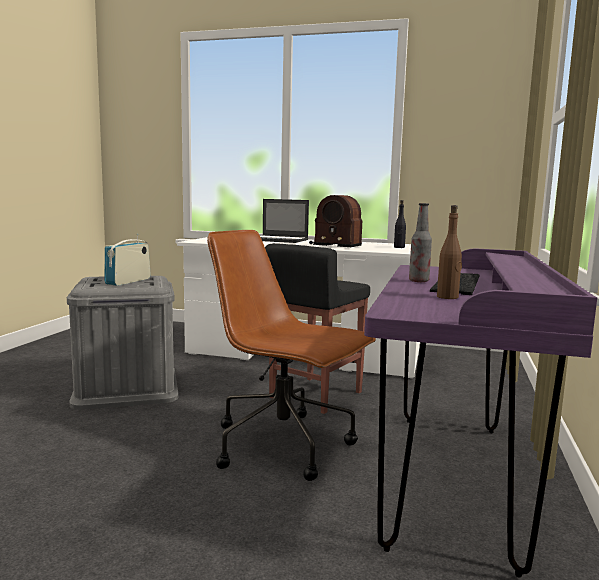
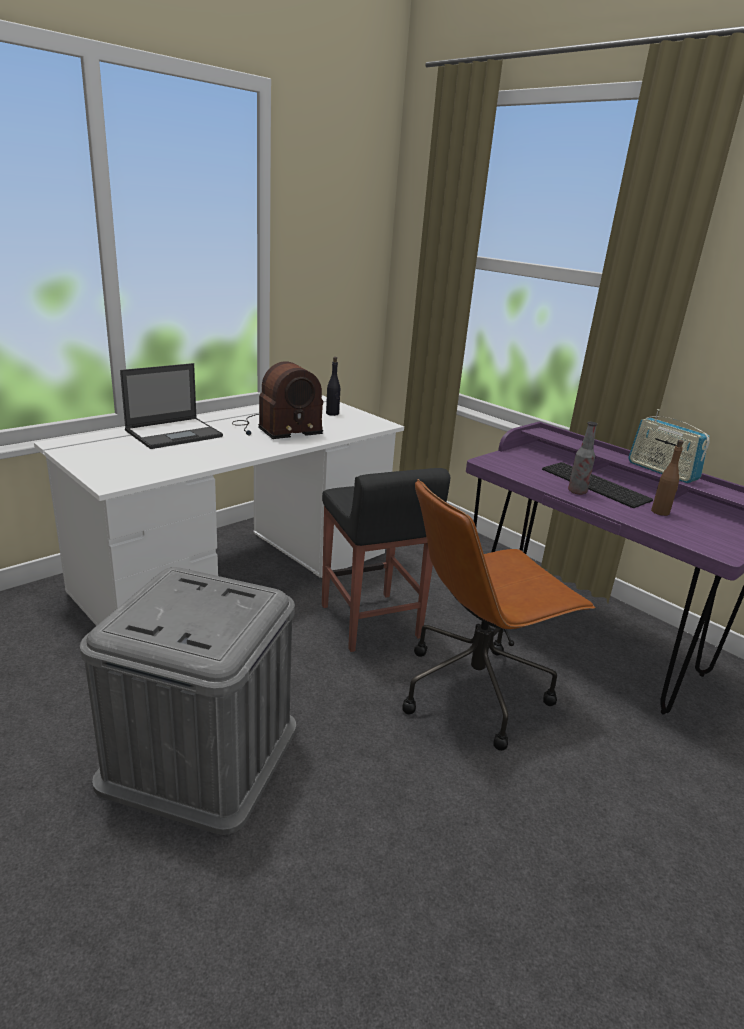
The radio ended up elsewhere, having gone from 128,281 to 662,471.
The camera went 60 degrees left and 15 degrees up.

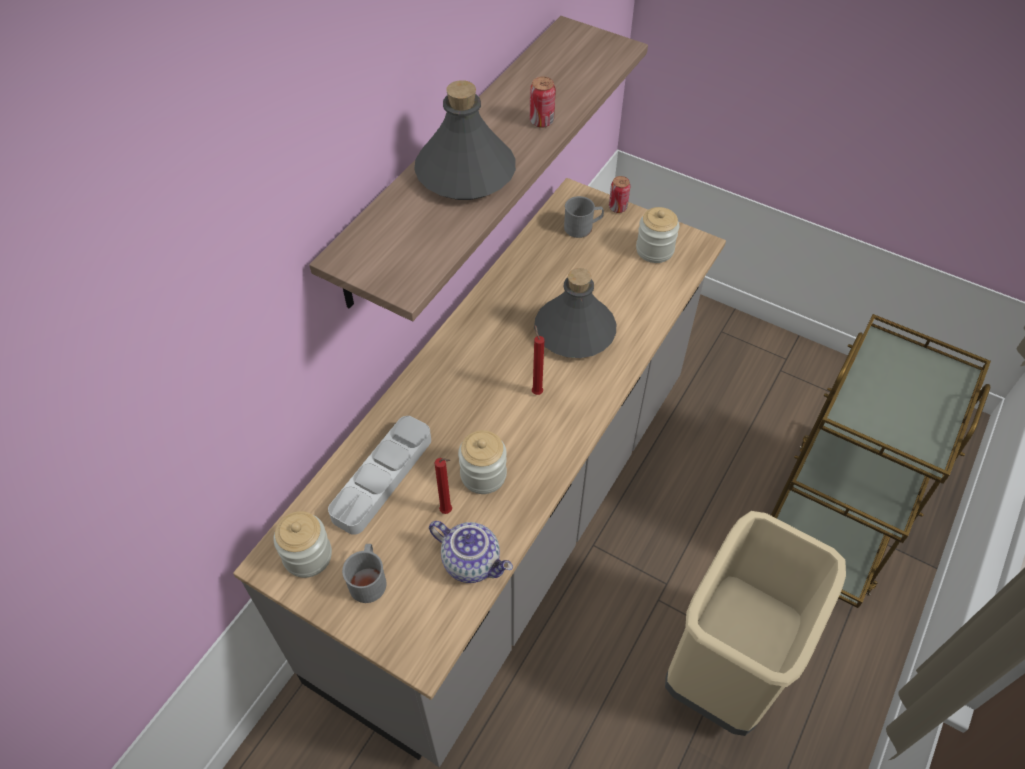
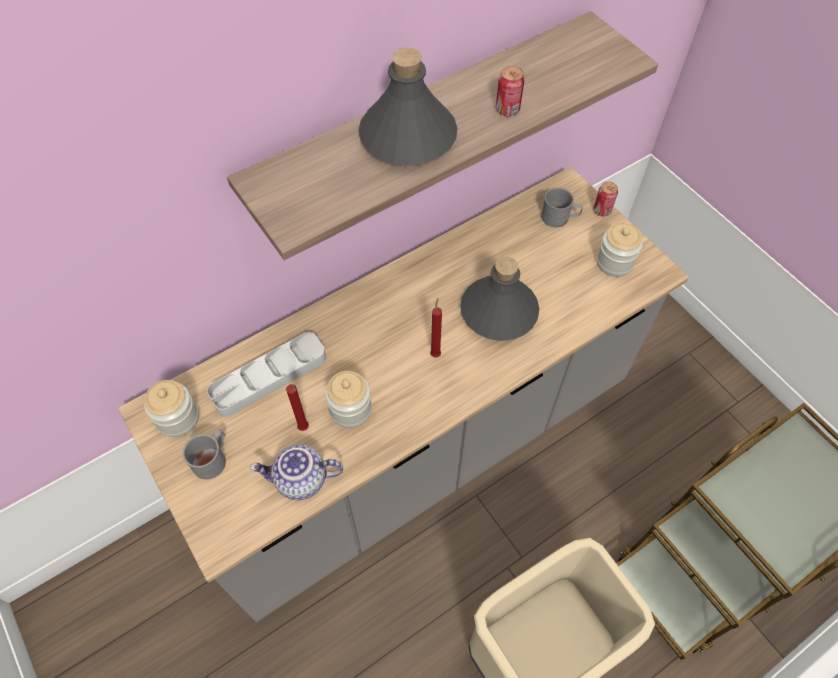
The teapot at 472,561 ended up facing another way, 120 degrees clockwise from before.
The camera went 25 degrees right and 5 degrees up.

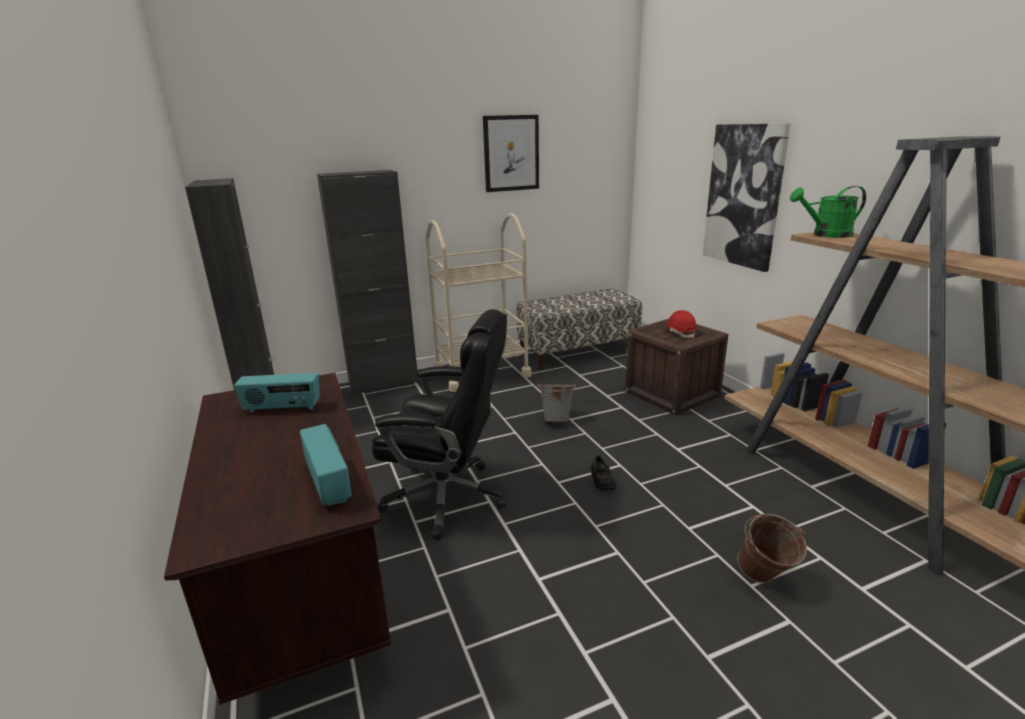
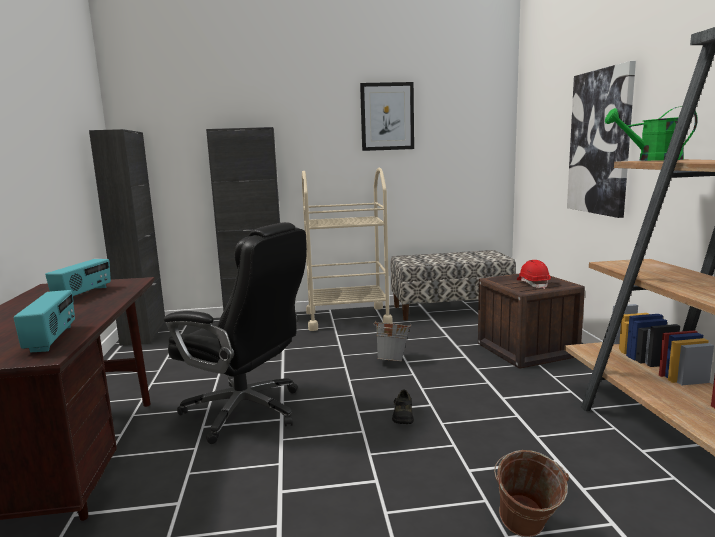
The radio at 282,409 ended up facing another way, 90 degrees counterclockwise from before.
The camera went 15 degrees right and 10 degrees down.

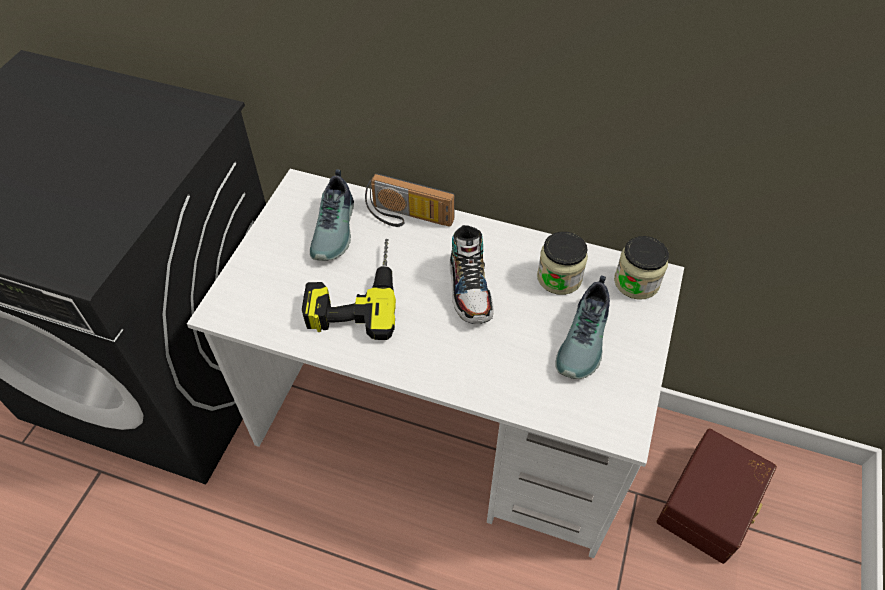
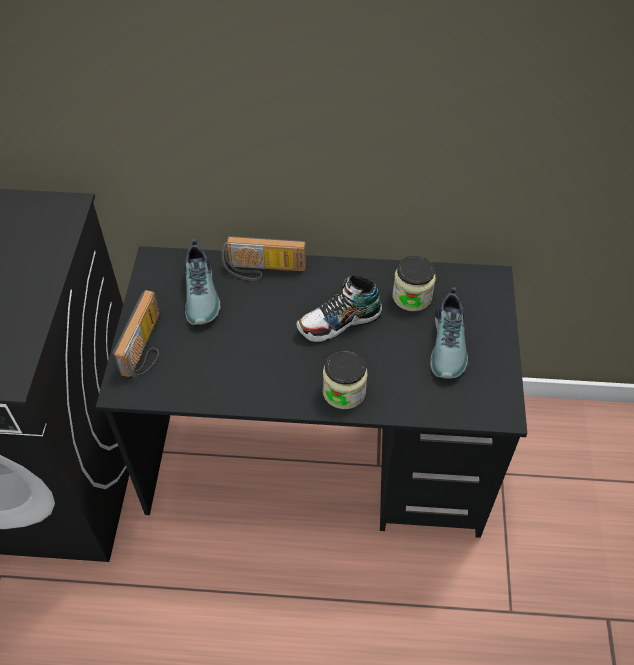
The second view lost the power drill at 353,292.
The second view lost the brown storage box at 712,504.
The second view gained the radio at 147,348.
The jar ended up elsewhere, having gone from 636,282 to 344,391.
What was the white desk at 443,429 turned into the black desk at 317,458.
The shoe at 470,289 ended up facing another way, 90 degrees clockwise from before.
The camera went 15 degrees left and 0 degrees up.

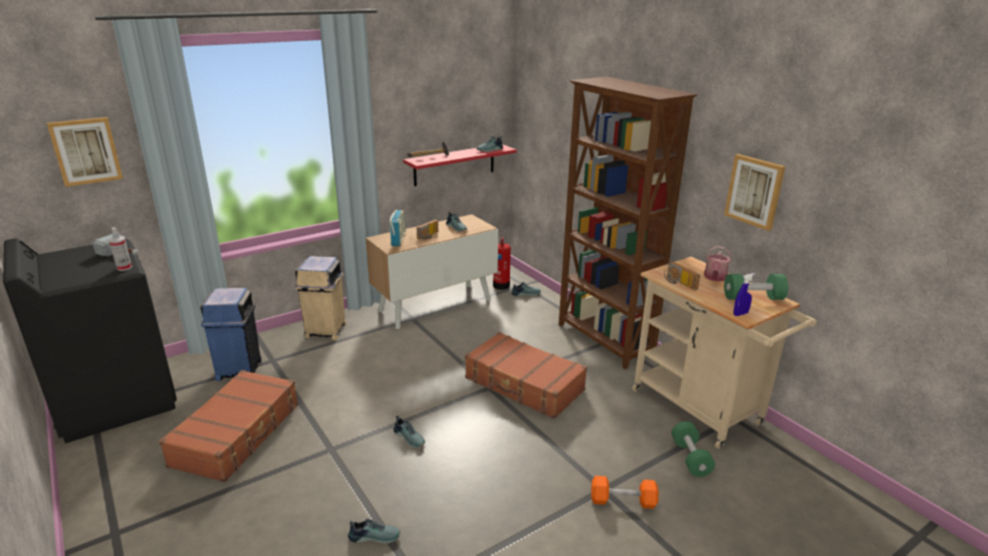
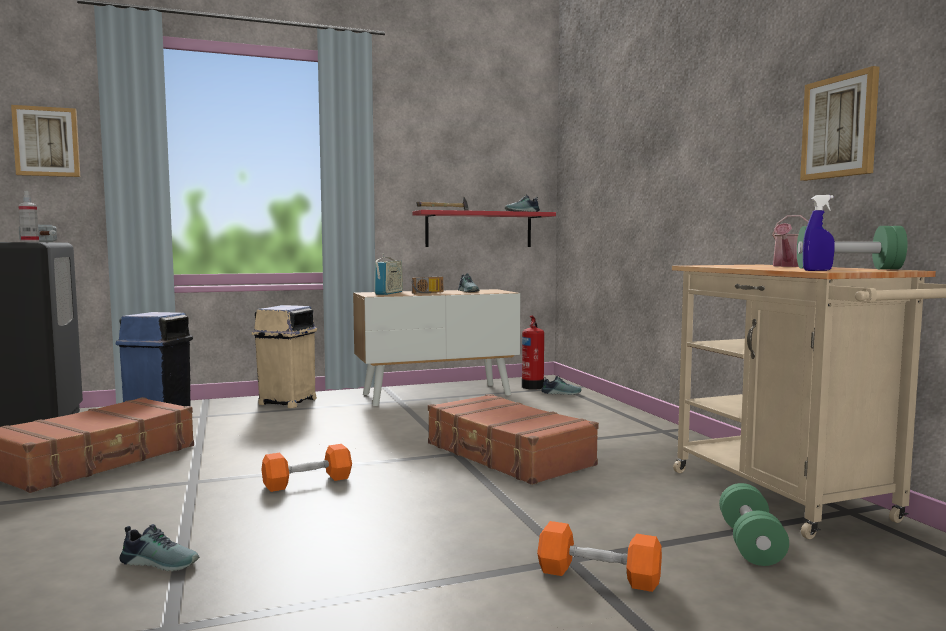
The second view lost the brown bookcase at 604,341.
The second view lost the radio at 678,283.
Where the shoe stood at 410,437, the orange dumbbell came to stand at 307,482.
The camera went 15 degrees right and 20 degrees down.

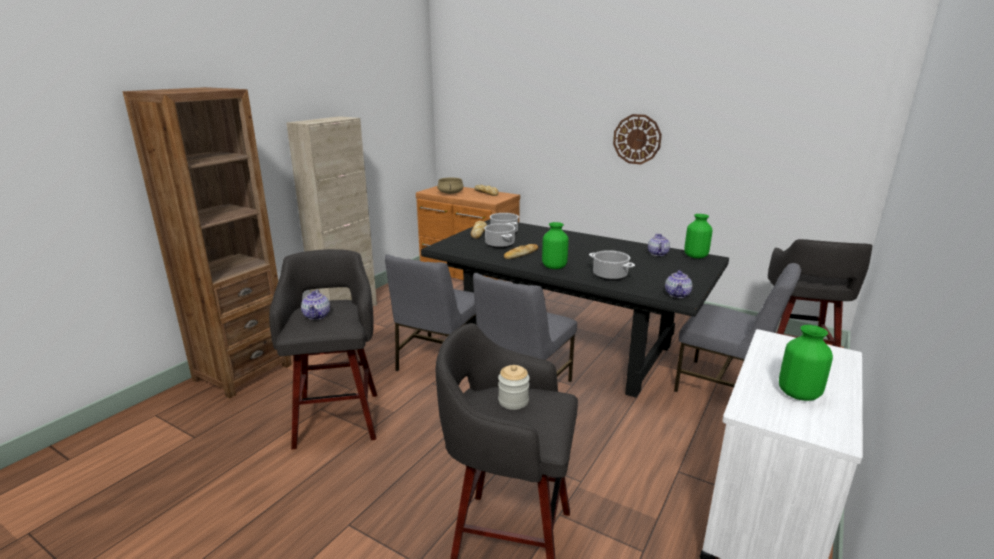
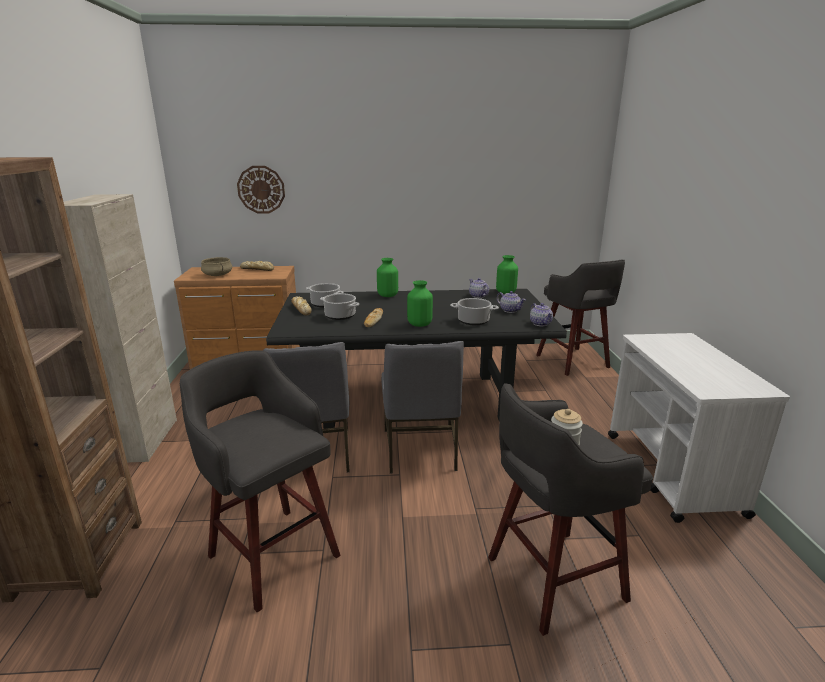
The second view lost the grey chair at 724,387.
The teapot ended up elsewhere, having gone from 317,315 to 510,310.
The wall clock ended up elsewhere, having gone from 637,139 to 261,189.
The green vase ended up elsewhere, having gone from 797,393 to 387,295.
The camera went 35 degrees left and 0 degrees up.

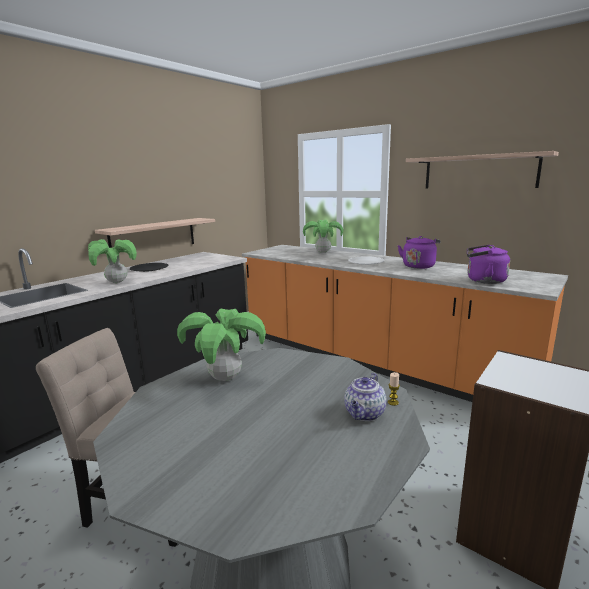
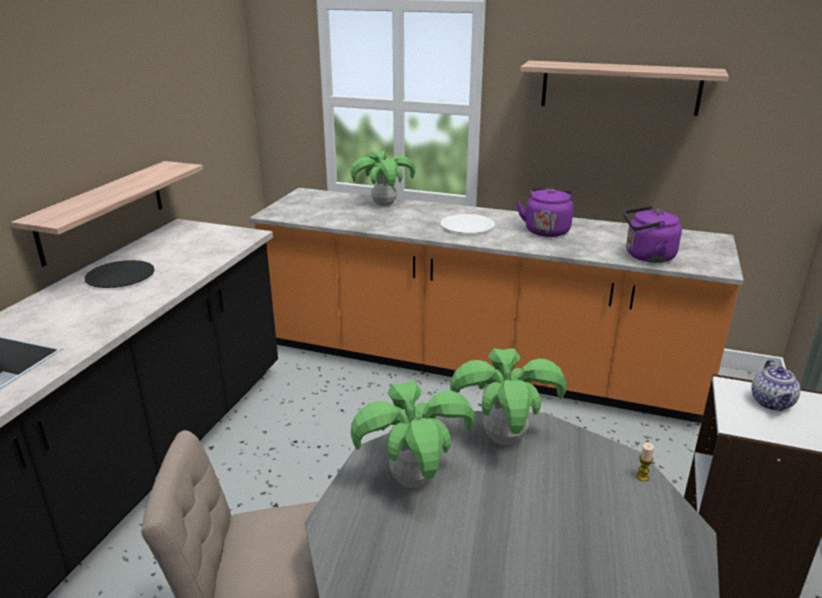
The potted plant ended up elsewhere, having gone from 117,282 to 504,438.
The teapot ended up elsewhere, having gone from 364,414 to 772,403.
The camera went 20 degrees left and 10 degrees up.

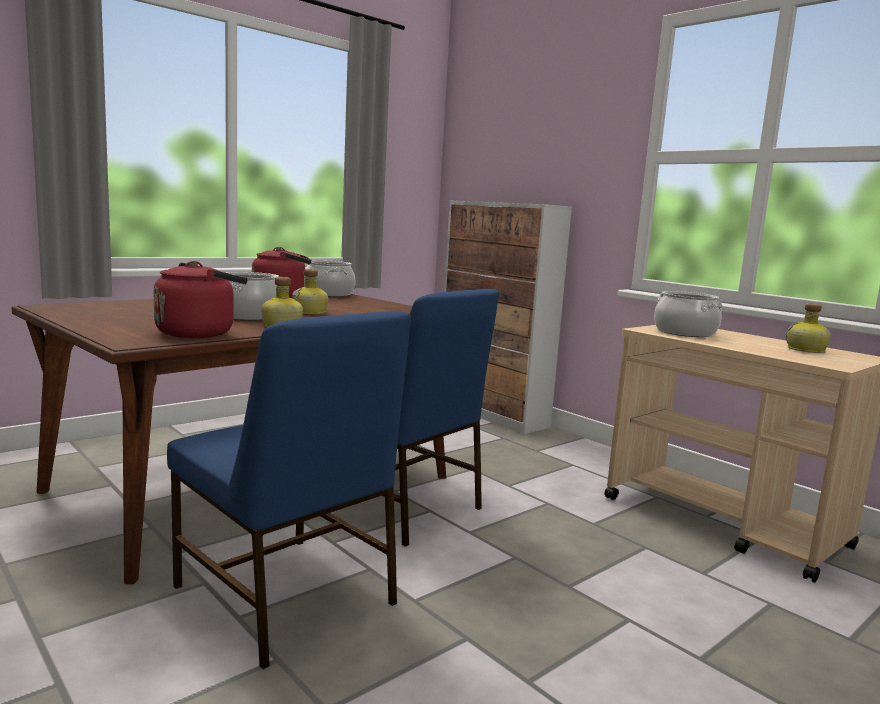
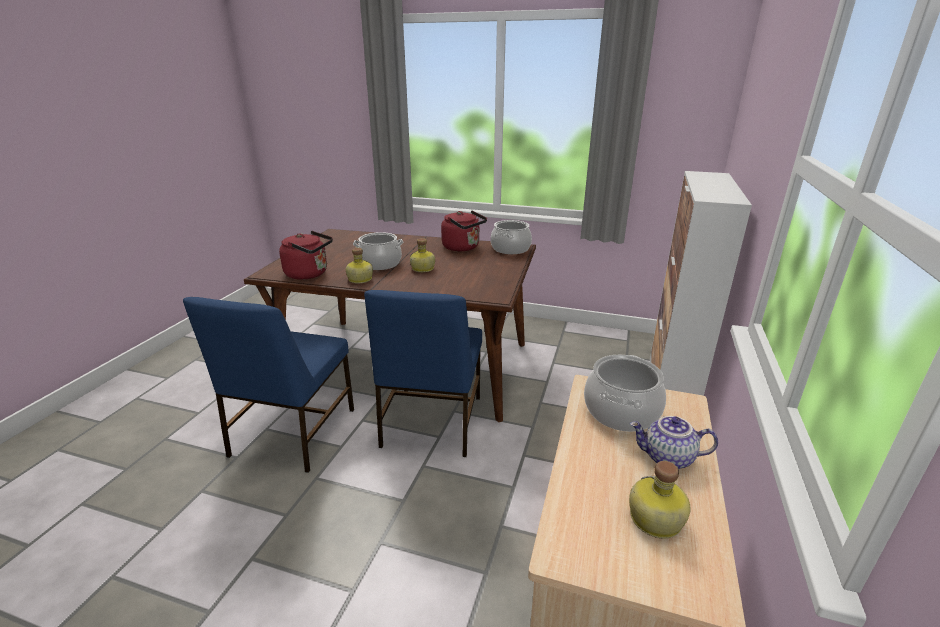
The second view gained the teapot at 667,458.
The camera went 60 degrees right and 15 degrees up.

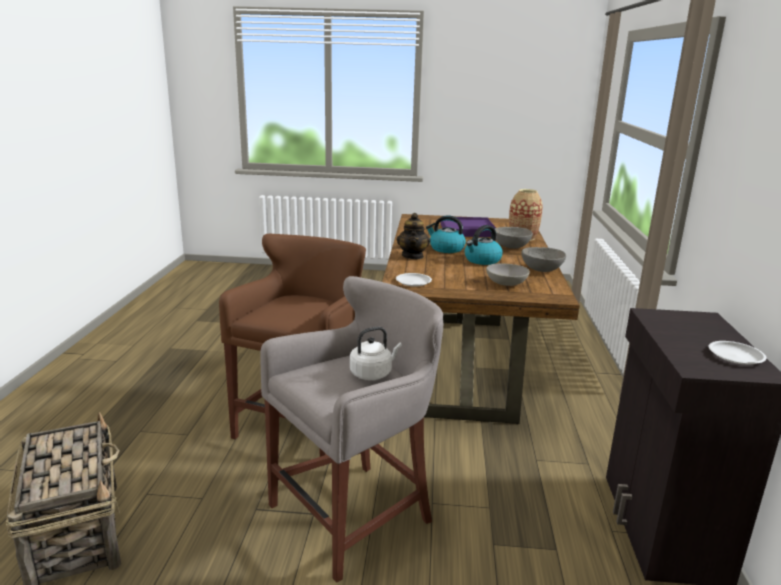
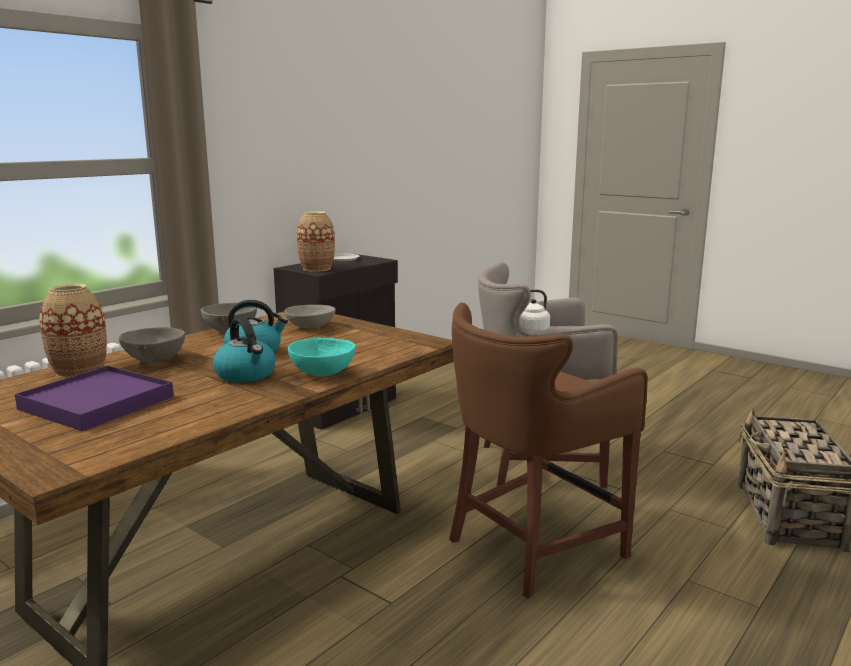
The second view lost the white plate at 413,282.
The second view gained the vase at 317,268.
Where the teapot stood at 413,256, the turquoise bowl came to stand at 321,373.
The camera went 145 degrees left and 5 degrees down.

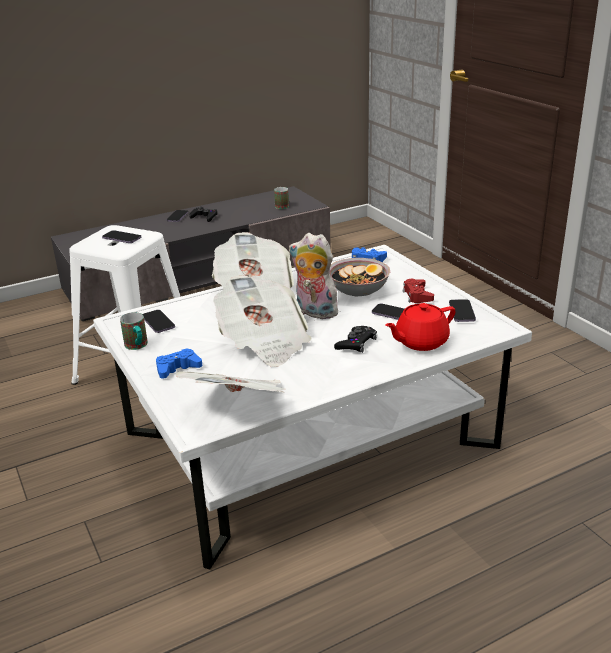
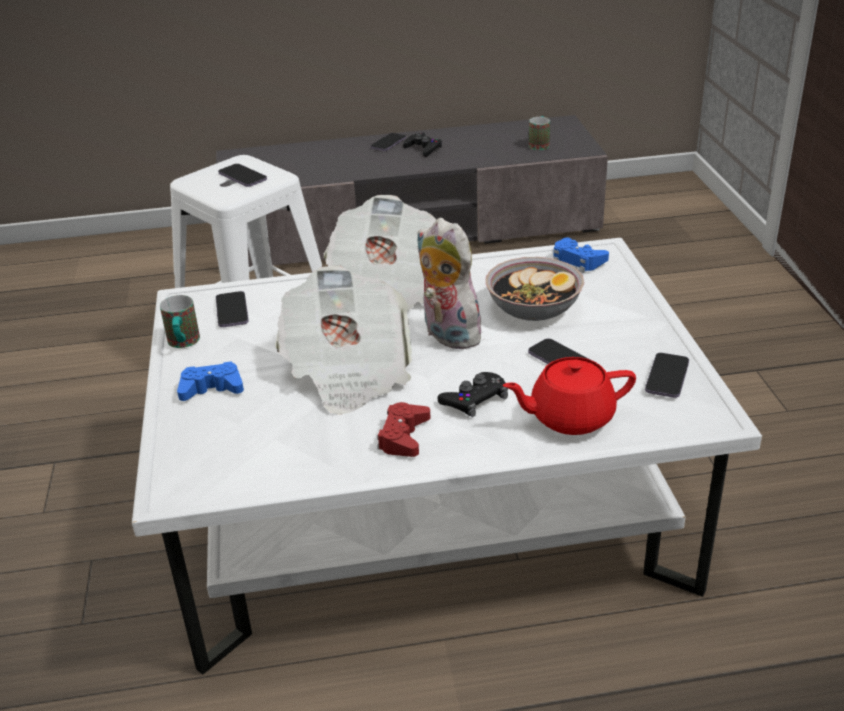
The second view lost the newspaper at 238,405.
The red game controller ended up elsewhere, having gone from 417,295 to 403,436.
The camera went 20 degrees right and 5 degrees up.

